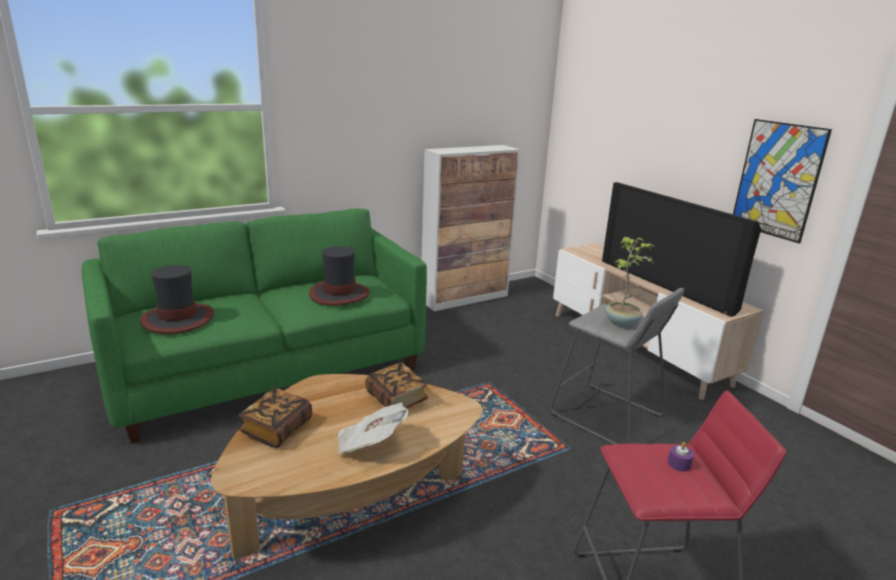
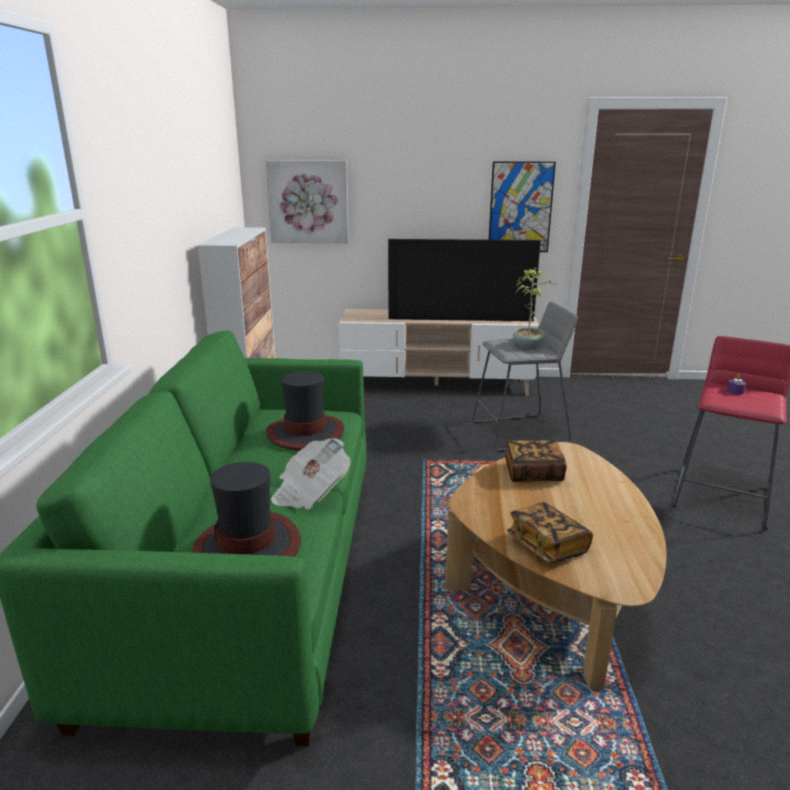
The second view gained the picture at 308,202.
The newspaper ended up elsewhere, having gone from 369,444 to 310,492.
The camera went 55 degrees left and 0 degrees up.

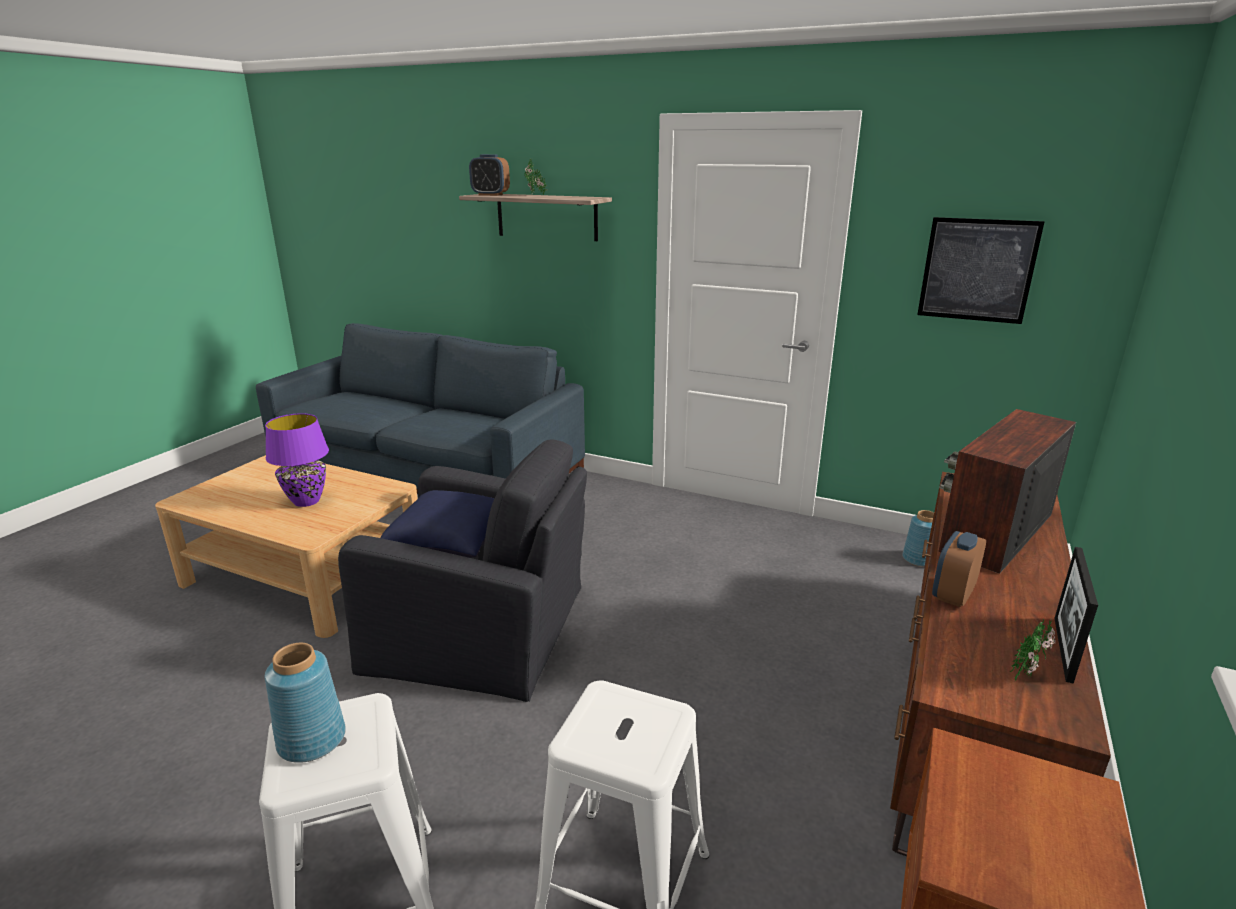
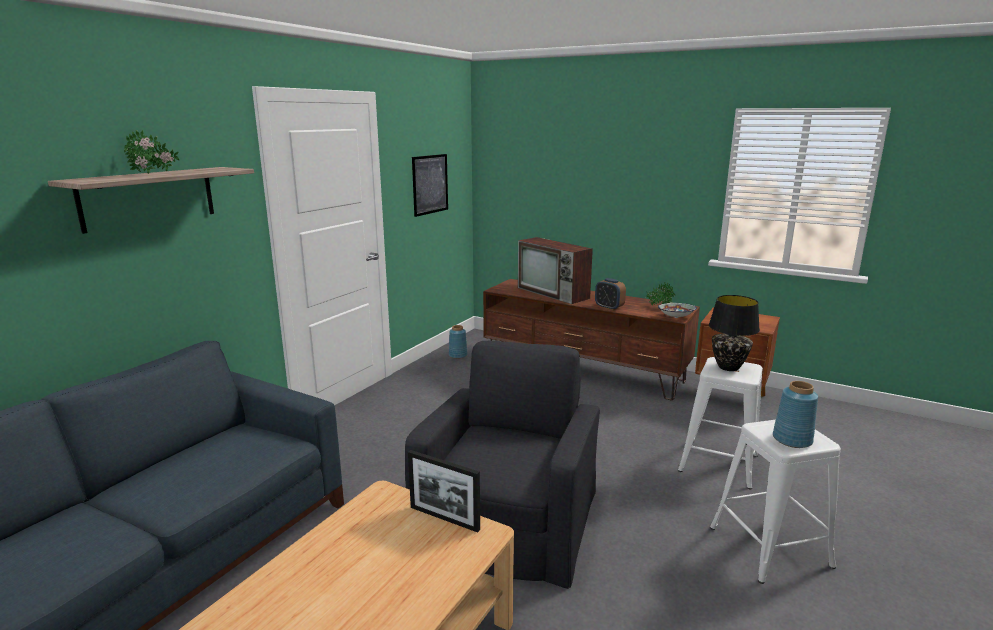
The second view lost the purple table lamp at 307,501.
The second view lost the blue pillow at 448,543.
The second view lost the alarm clock at 490,195.
The second view gained the bowl at 676,317.
The second view gained the black table lamp at 728,367.
The picture frame ended up elsewhere, having gone from 1063,648 to 444,518.
The camera went 85 degrees left and 5 degrees down.

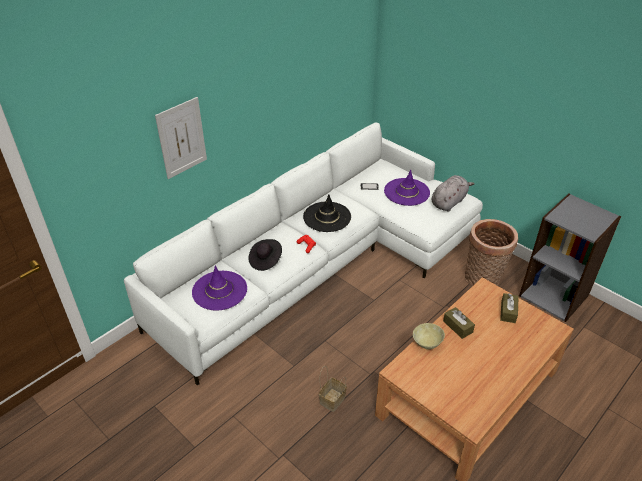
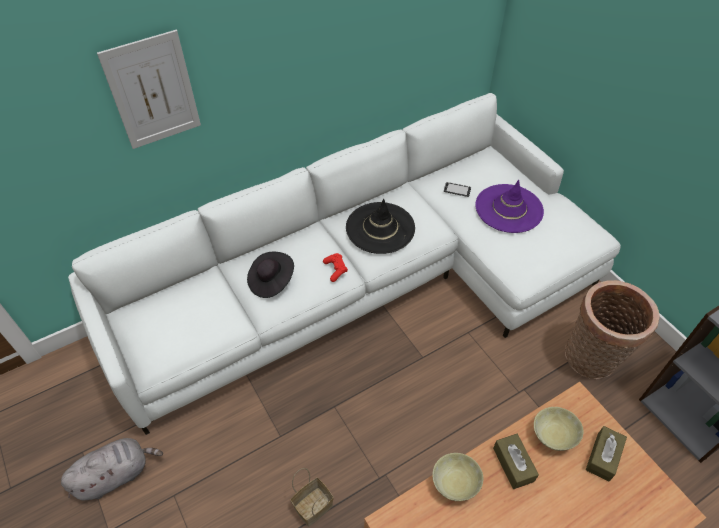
The second view lost the purple hat at 219,290.
The second view gained the beige bowl at 552,436.
The grey plush toy ended up elsewhere, having gone from 449,202 to 116,474.
The camera went 15 degrees right and 10 degrees up.

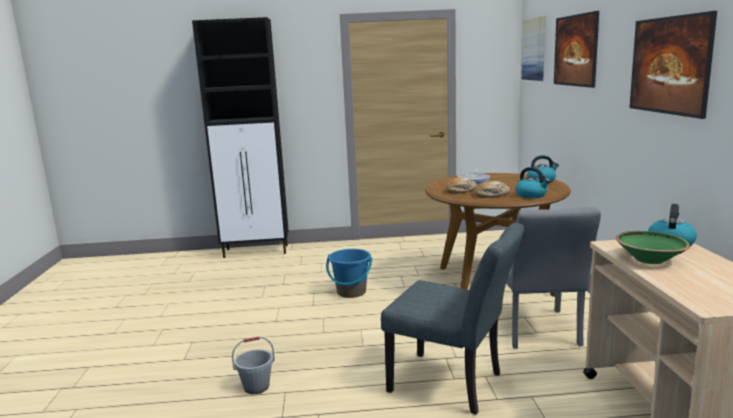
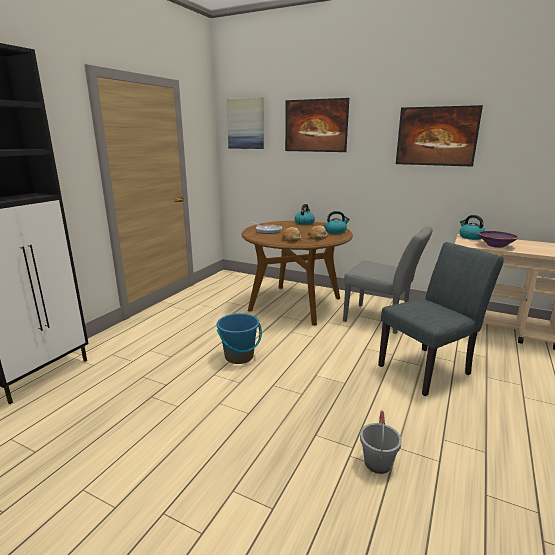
What was the green bowl at 649,259 turned into the purple bowl at 495,245.
The camera went 60 degrees left and 5 degrees up.

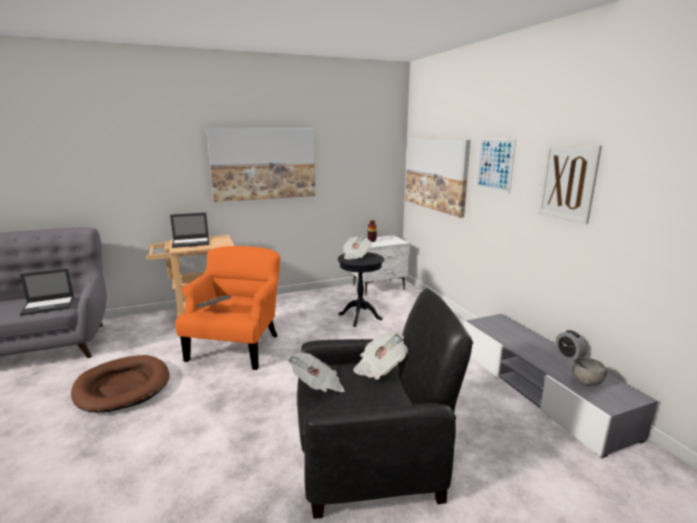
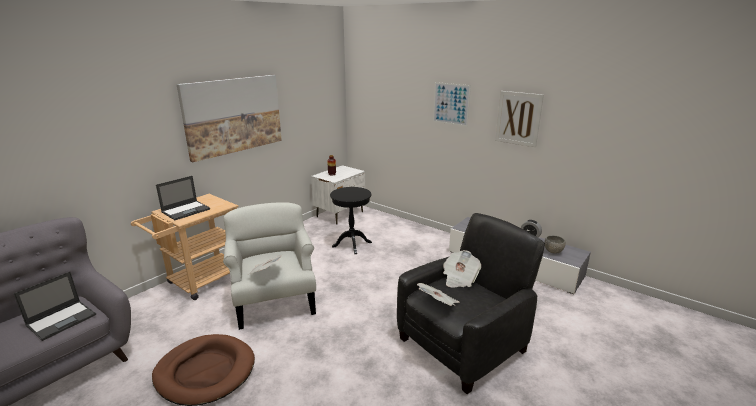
The second view lost the newspaper at 355,255.
The second view lost the picture at 435,174.
What was the orange armchair at 237,346 turned into the white armchair at 274,300.
The camera went 30 degrees left and 5 degrees up.

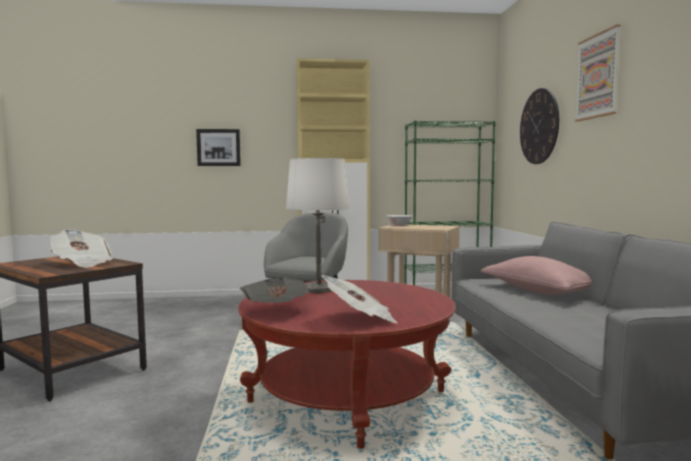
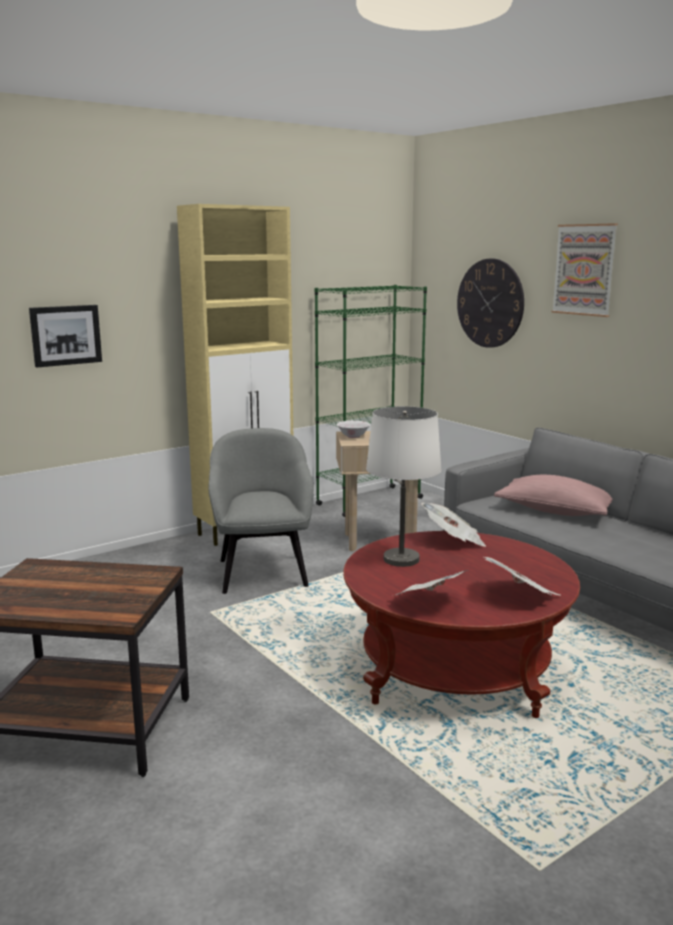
The newspaper ended up elsewhere, having gone from 82,263 to 453,541.
The camera went 30 degrees left and 10 degrees up.

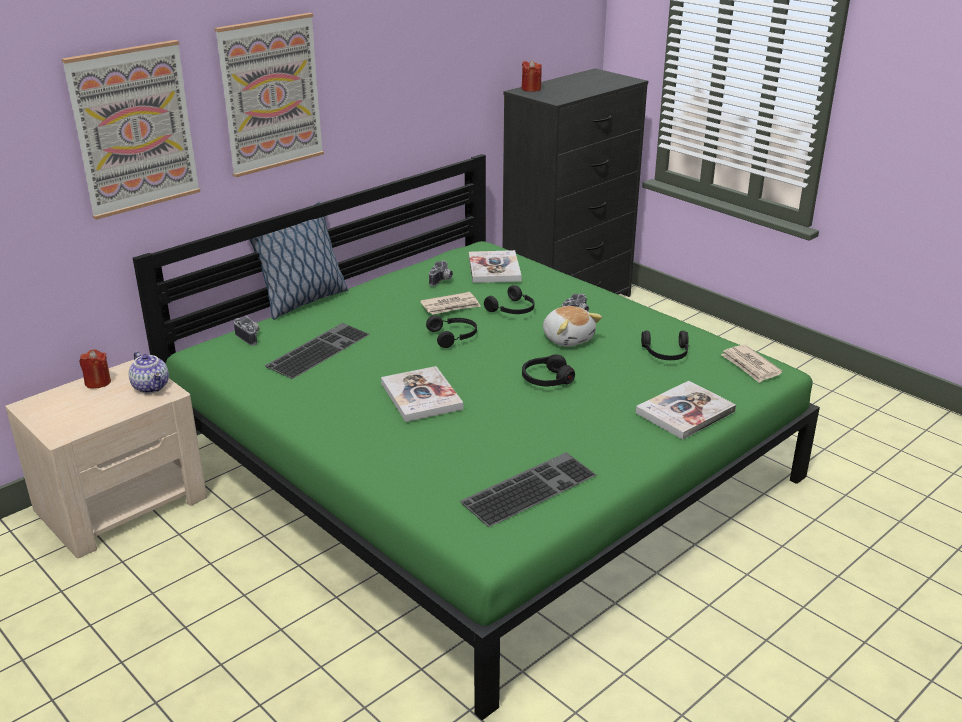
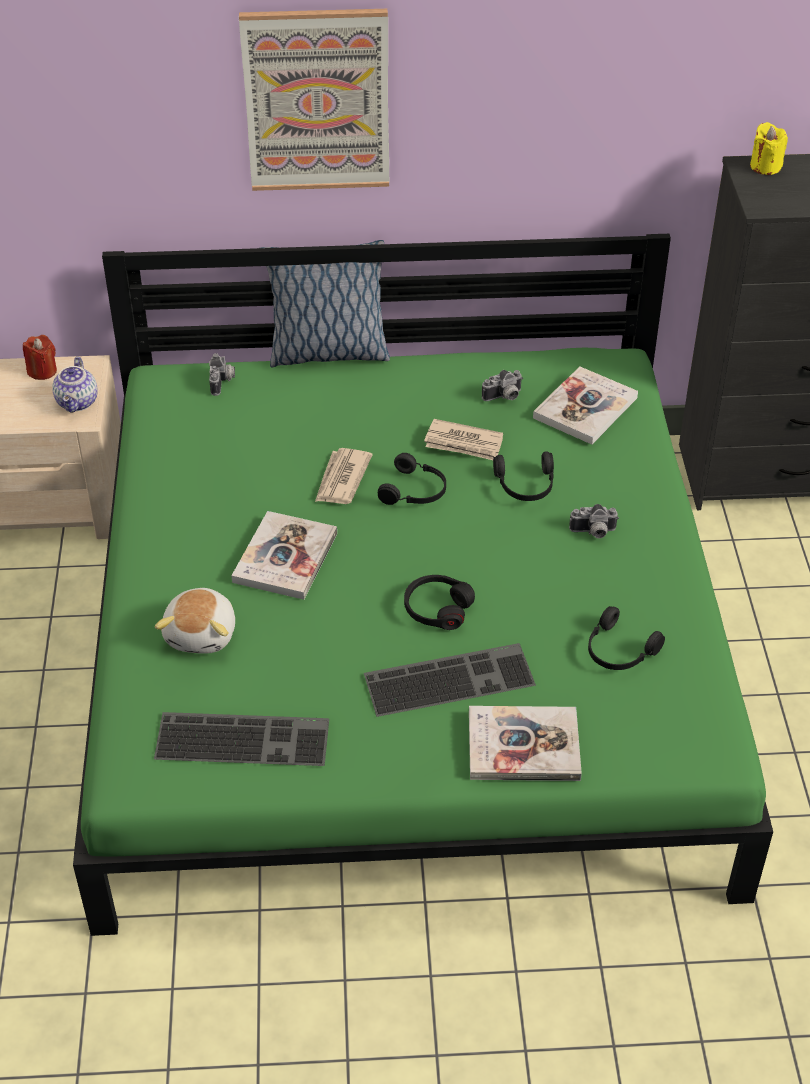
The second view lost the picture at 134,129.
The keyboard ended up elsewhere, having gone from 318,349 to 450,677.
The plush toy ended up elsewhere, having gone from 568,338 to 202,634.
The newspaper ended up elsewhere, having gone from 750,366 to 341,479.
What was the red candle at 531,89 turned into the yellow candle at 765,166.
The camera went 40 degrees right and 15 degrees up.

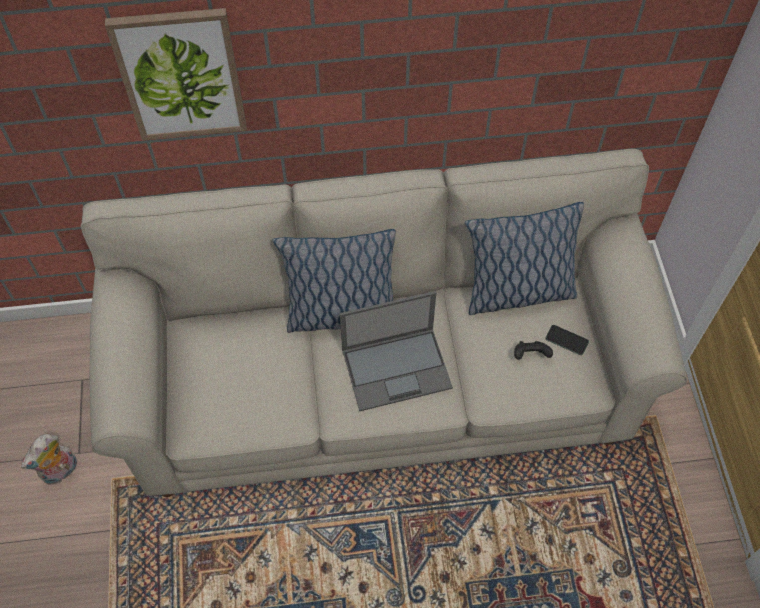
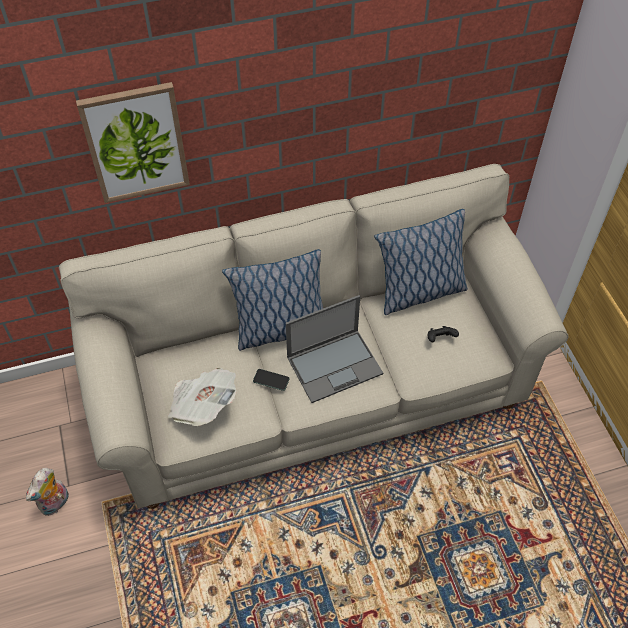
The second view gained the newspaper at 203,405.
The phone ended up elsewhere, having gone from 566,340 to 271,380.
The camera went 10 degrees left and 5 degrees down.

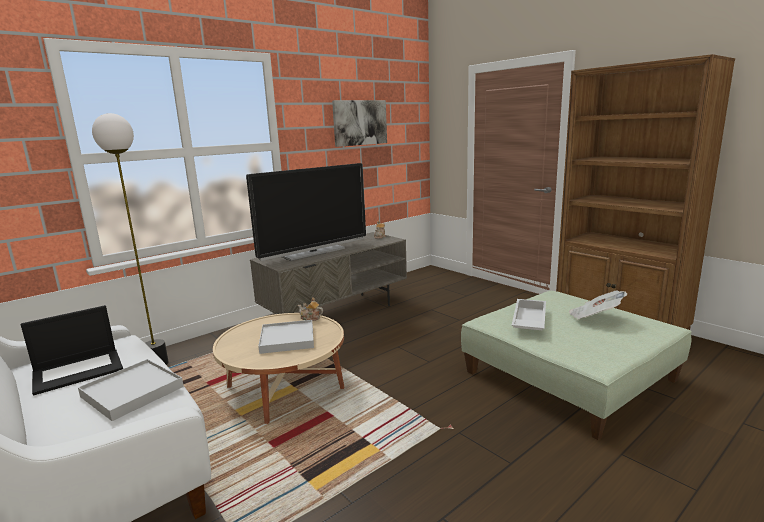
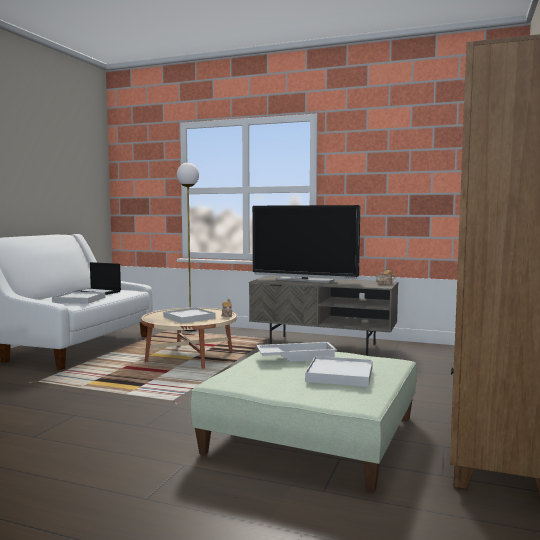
The second view lost the picture at 360,122.
Where the newspaper stood at 594,317, the white tray came to stand at 339,374.
The camera went 60 degrees right and 10 degrees down.

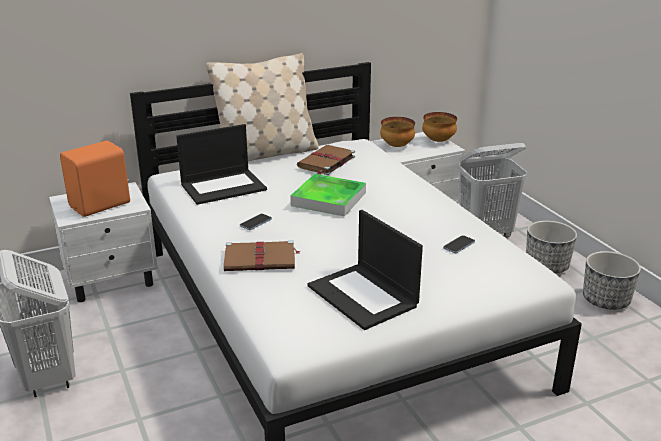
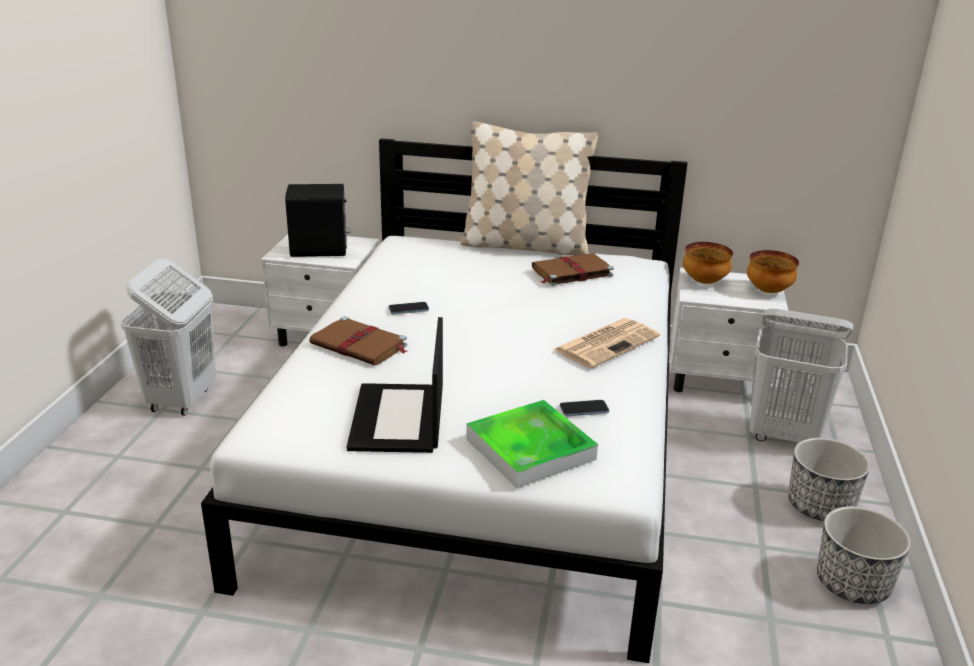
The second view lost the laptop at 224,186.
The second view gained the newspaper at 607,343.
The tray ended up elsewhere, having gone from 328,199 to 530,449.
What was the orange speaker at 101,205 turned into the black speaker at 320,251.
The camera went 35 degrees right and 0 degrees up.

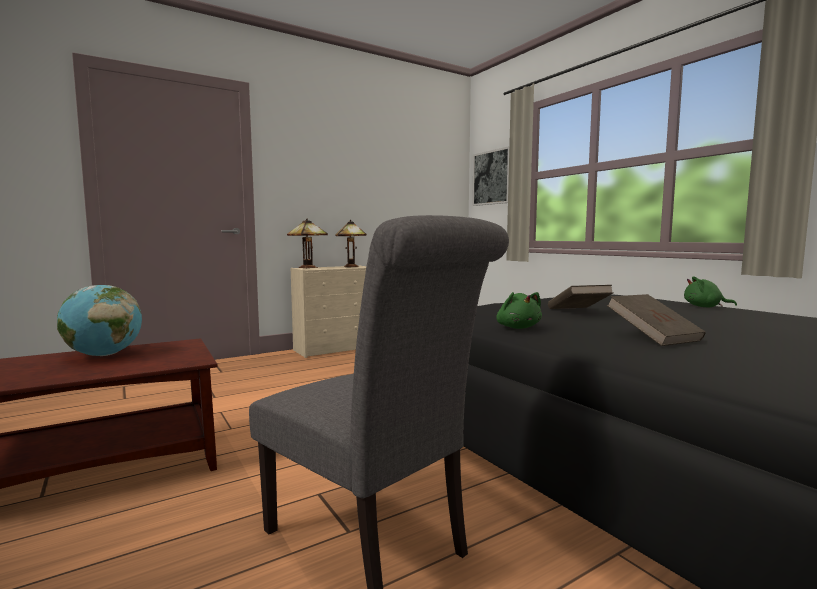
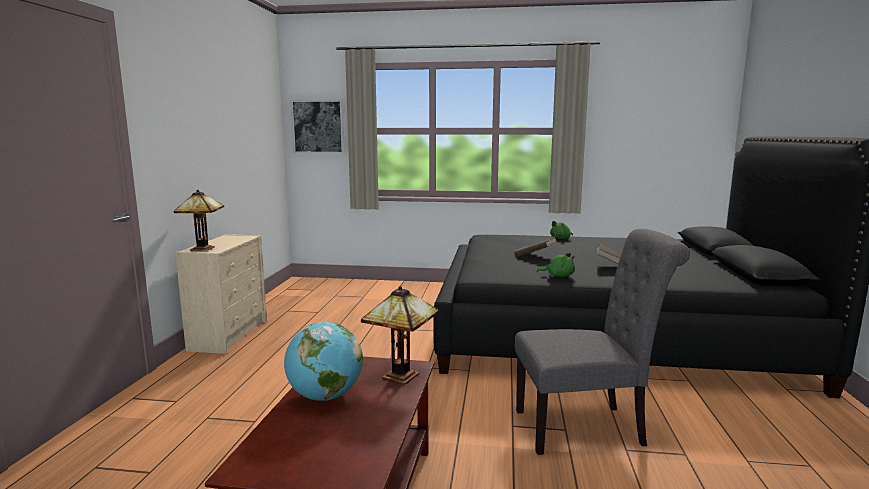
The table lamp ended up elsewhere, having gone from 352,267 to 404,376.
The camera went 50 degrees left and 5 degrees up.

